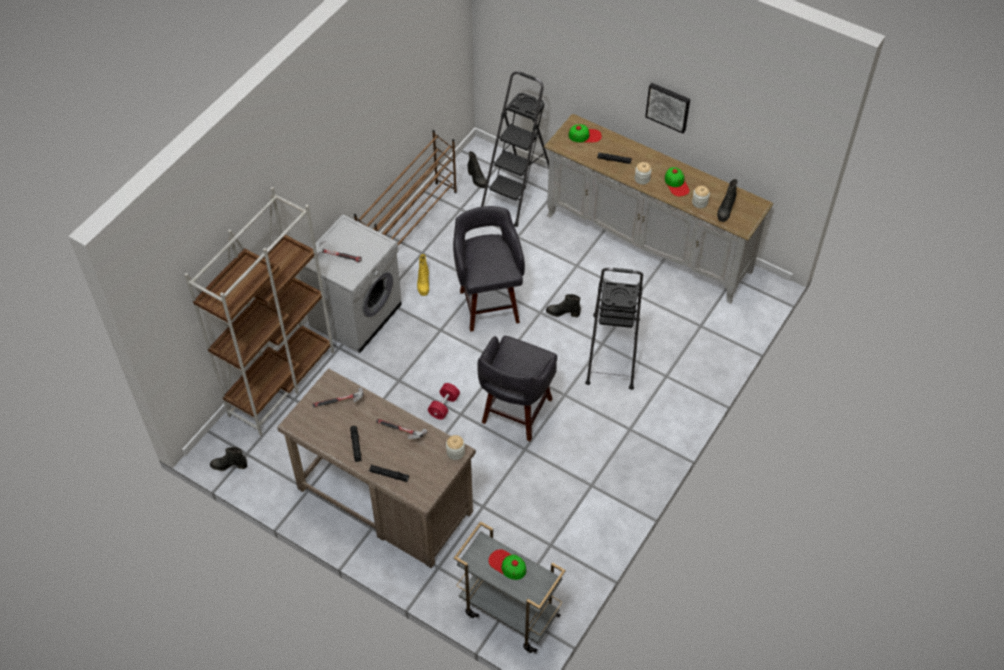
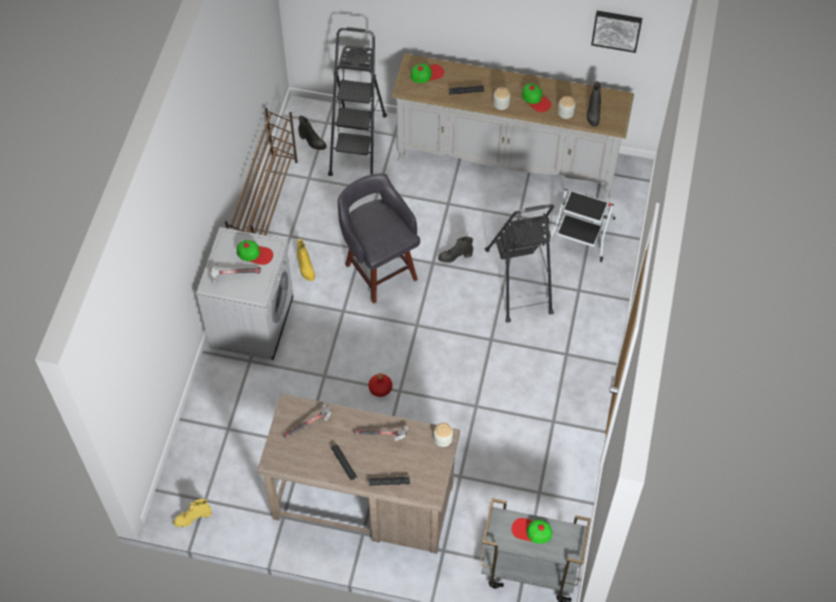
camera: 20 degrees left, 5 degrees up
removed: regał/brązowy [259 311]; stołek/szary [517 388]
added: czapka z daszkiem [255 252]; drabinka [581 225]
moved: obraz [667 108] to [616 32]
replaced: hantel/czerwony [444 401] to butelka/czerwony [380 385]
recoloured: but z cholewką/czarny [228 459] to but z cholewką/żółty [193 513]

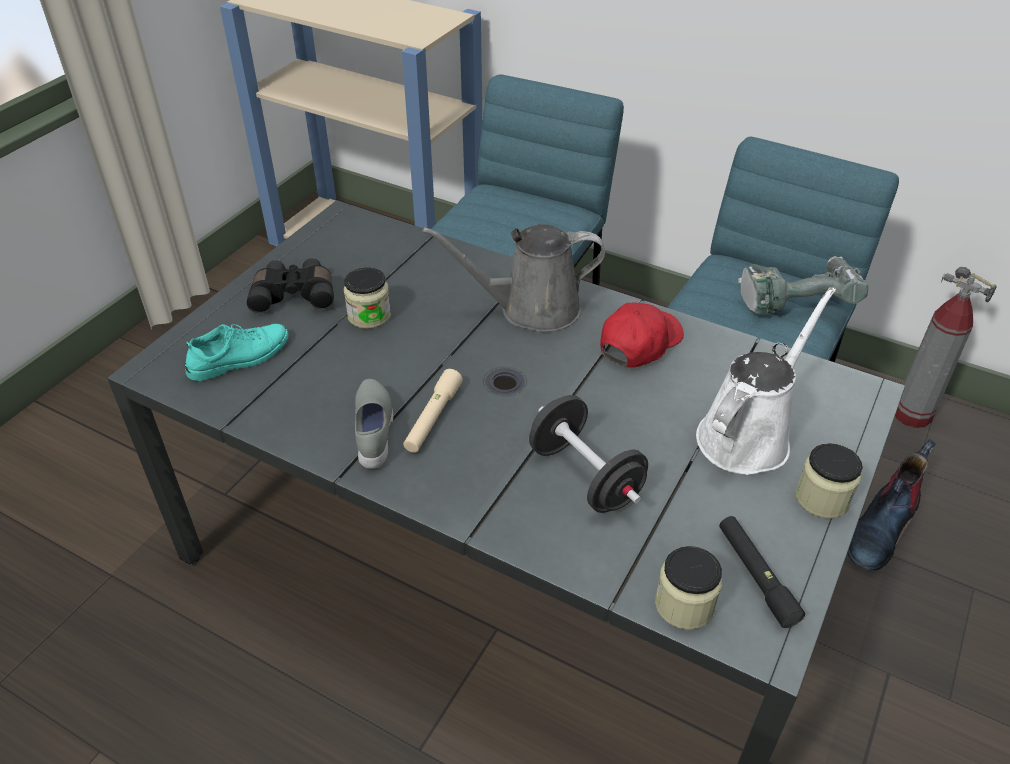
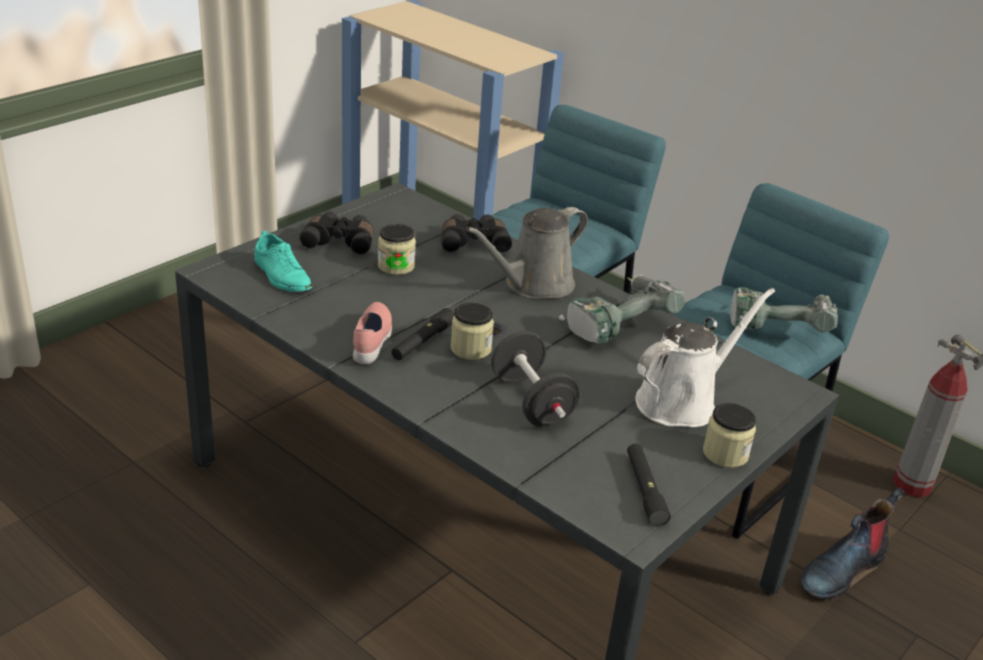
camera: 10 degrees right, 10 degrees down
added: lornetka/czarny [476 233]
moved: słoik [688 588] to [472 331]
replaced: czapka z daszkiem/czerwony [642 335] to wiertarka [621 309]
recoloured: but/szary [374 424] to but/różowy [372 333]; latarka/beżowy [433 411] to latarka/czarny [423 334]
turned: but/turkusowy [237 352] = [283 261] 75 degrees clockwise; konewka/szary [514 278] = [527 253] 45 degrees counterclockwise

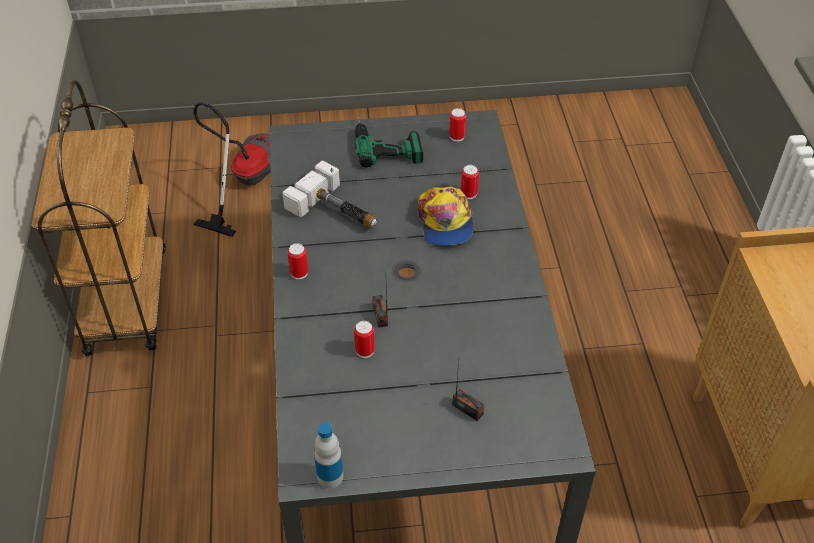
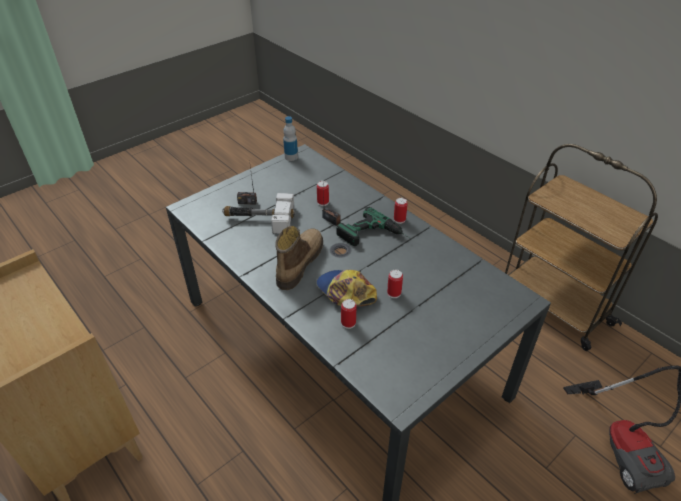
camera: 145 degrees right, 5 degrees down
added: but z cholewką [299 258]
moved: młotek [329 194] to [258 213]; wiertarka [388 142] to [373 226]; puszka [457 125] to [395 284]

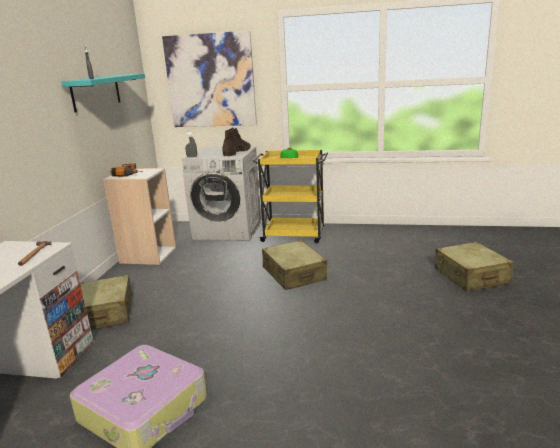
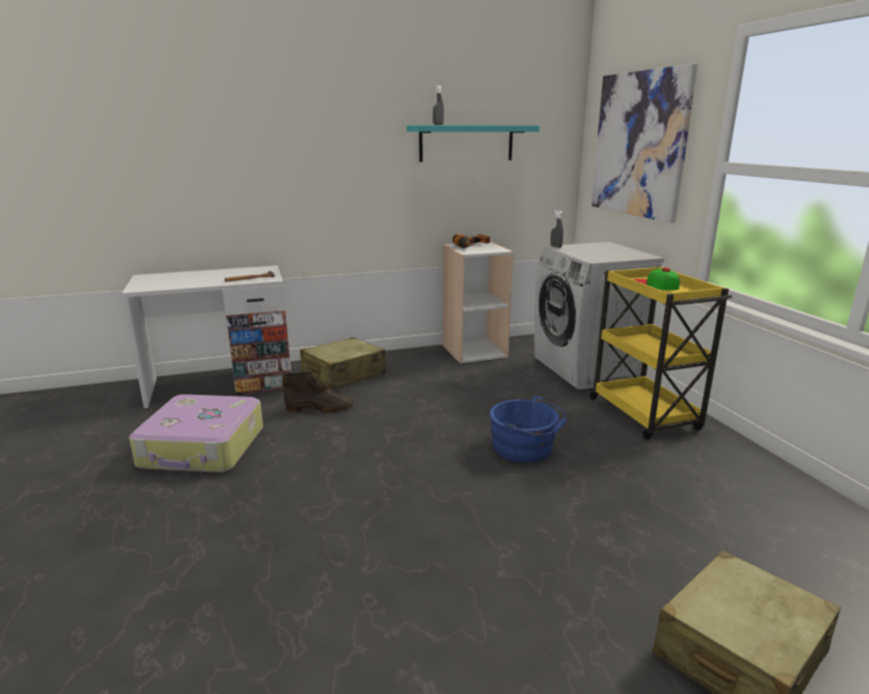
camera: 60 degrees right, 0 degrees up
moved: but z cholewką/brązowy [236 141] to [318 392]
replaced: walizka/beżowy [294 265] to wiadro/niebieski [528 429]

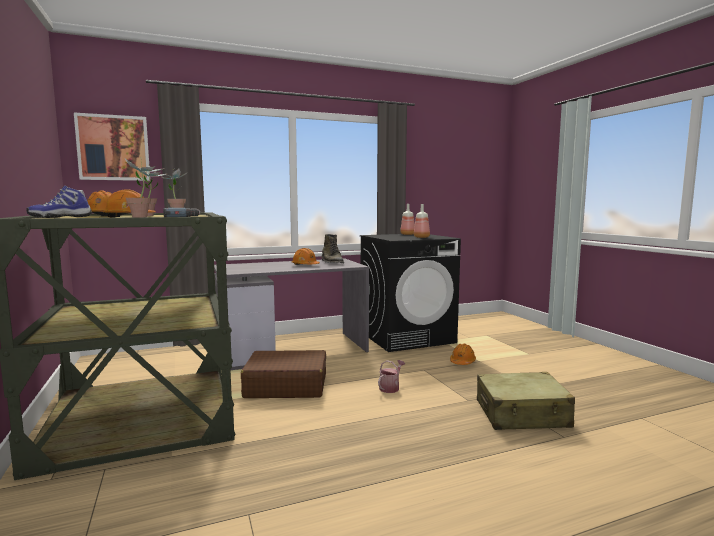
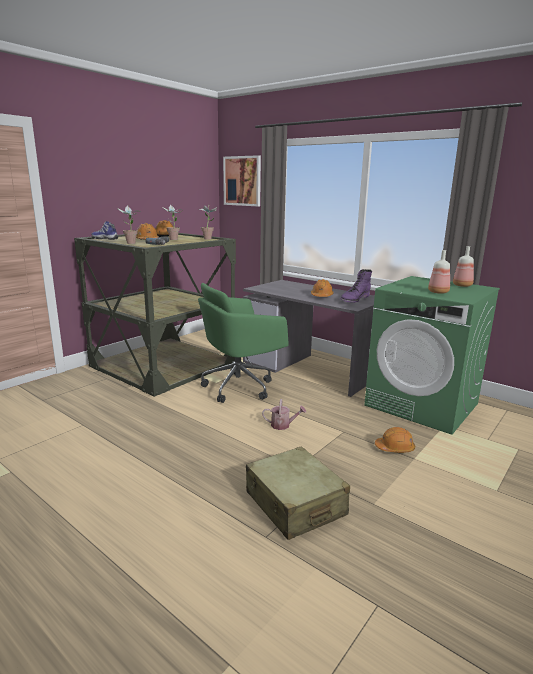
camera: 60 degrees right, 10 degrees up
replaced: walizka/brązowy [283 374] to krzesło biurowe/zielony [243 343]
recoloured: but z cholewką/zielony [332 249] to but z cholewką/fioletowy [356 286]; pralka/czarny [410 293] to pralka/zielony [432 355]

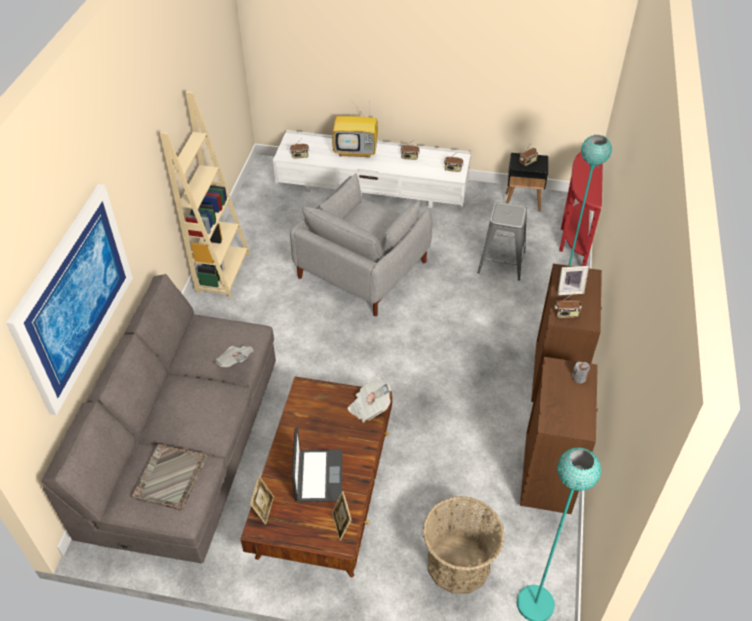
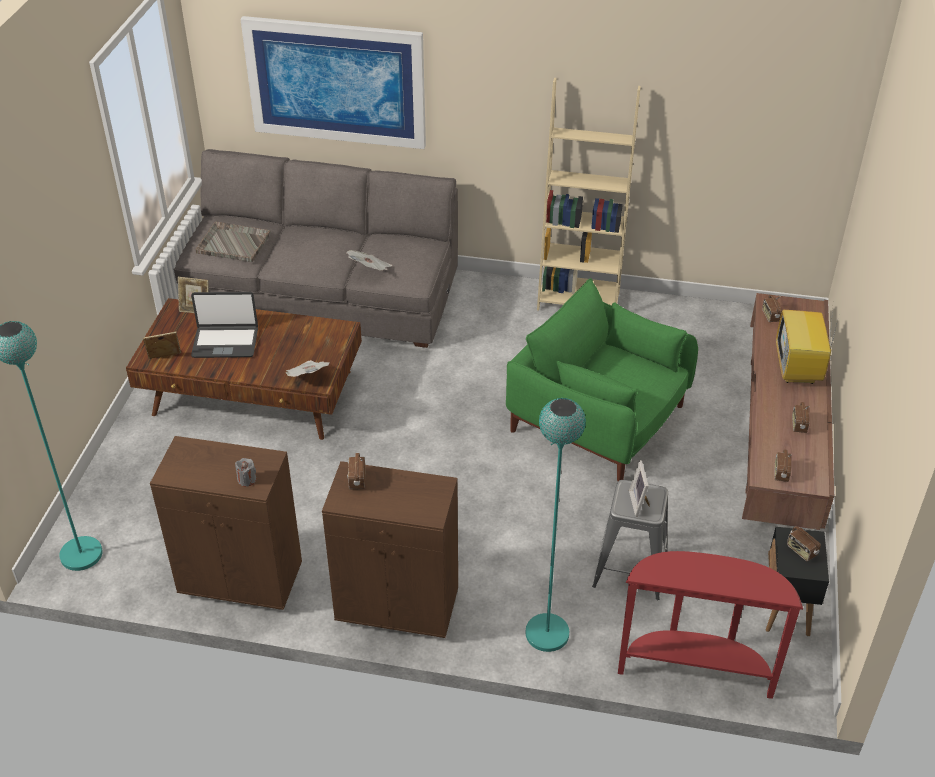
camera: 90 degrees right, 5 degrees down
removed: koszyk [464 545]
moved: ramka na zdjęcie [573 280] to [639 488]
recoloured: fotel/szary [361 244] to fotel/zielony [602 379]; szafka pod telewizor/biały [372 169] to szafka pod telewizor/brązowy [788 411]

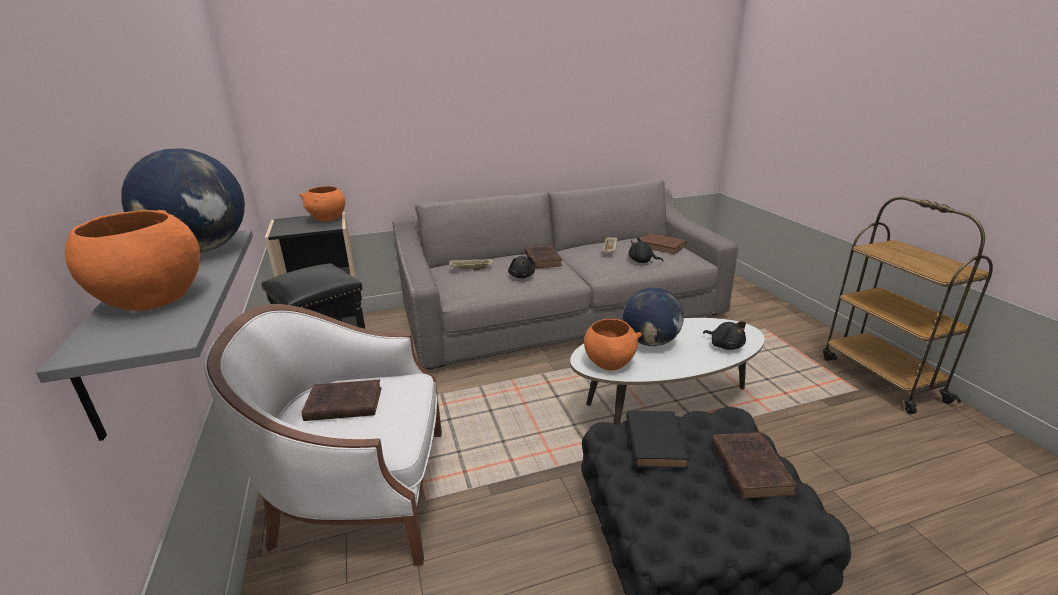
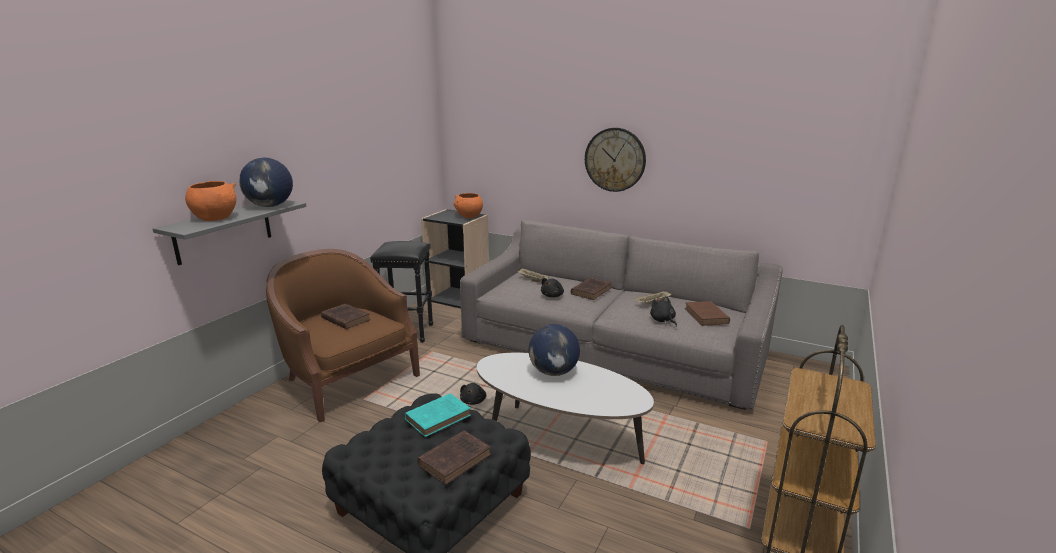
camera: 45 degrees right, 5 degrees down
removed: miska/pomarańczowy [613 345]
added: zegar ścienny [615 160]
moved: pluszak/czarny [724 336] to [473 394]
recoloured: fotel/biały [323 435] to fotel/brązowy [343 336]; książka/czarny [657 440] to książka/turkusowy [438 415]

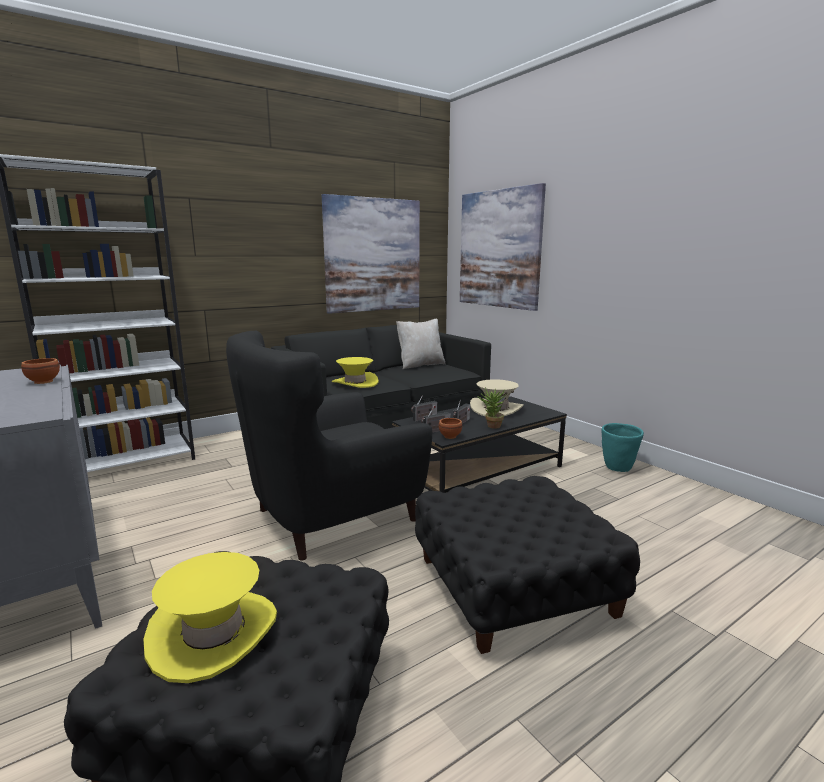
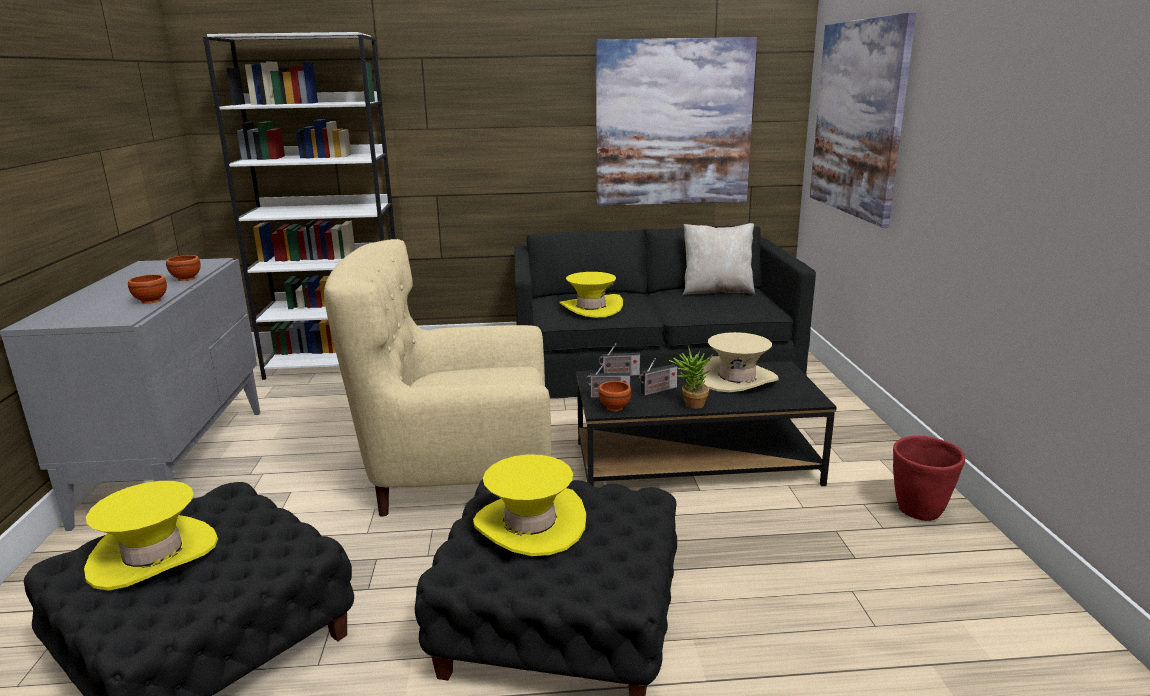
camera: 30 degrees right, 5 degrees up
added: miska/brązowy [147 289]; kapelusz/żółty [529 505]
recoloured: fotel/czarny [329 446] to fotel/beżowy [437 378]; donica/turkusowy [623 447] to donica/czerwony [929 478]

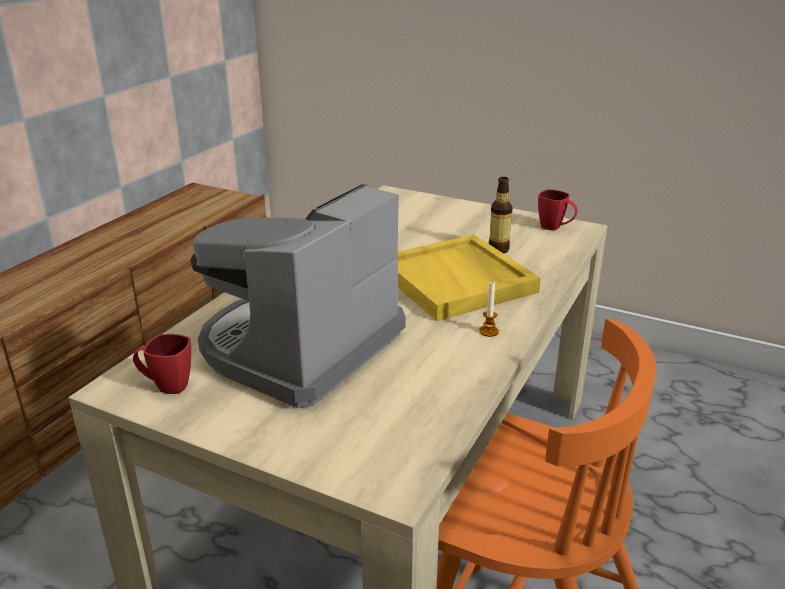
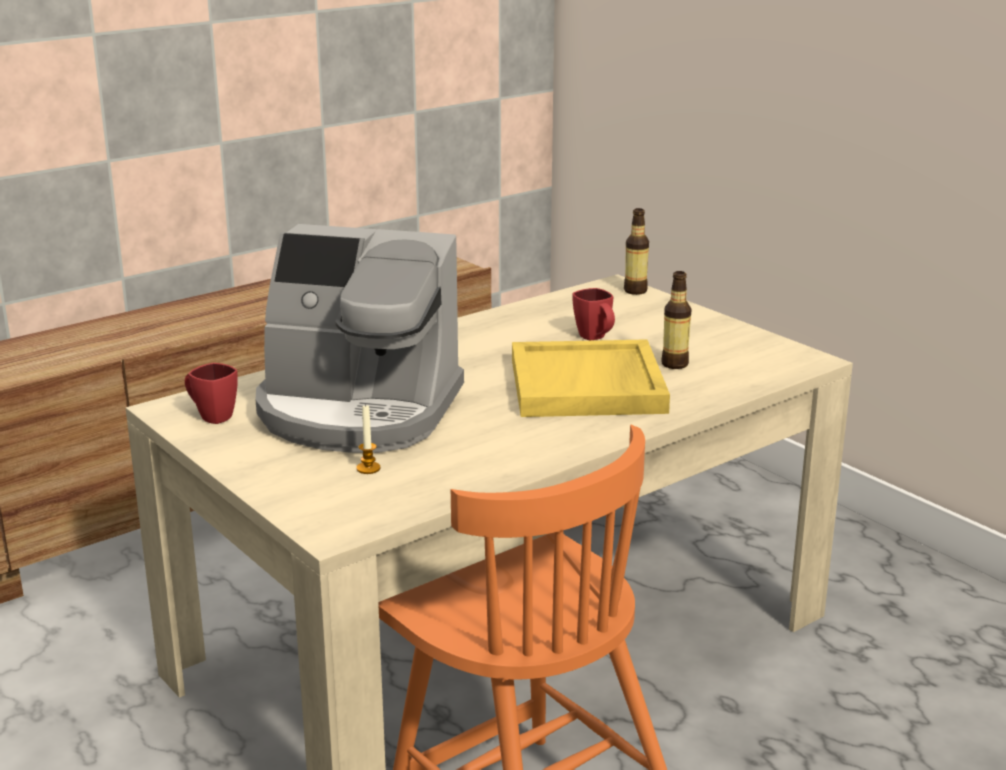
camera: 25 degrees right, 5 degrees down
added: butelka [636 251]
moved: świeca [489 309] to [368 439]; kubek/czerwony [558 209] to [593 314]
turned: ekspres do kawy [298 295] = [360 338] 135 degrees counterclockwise

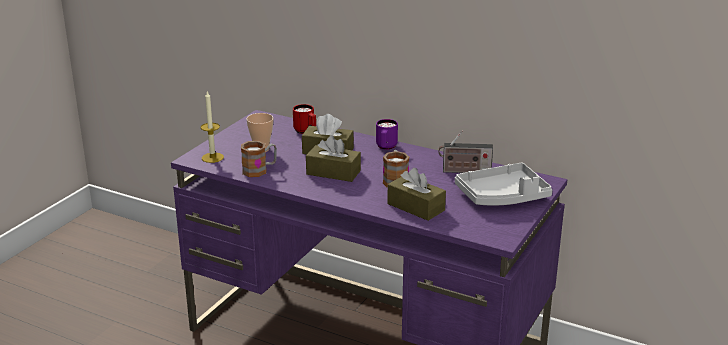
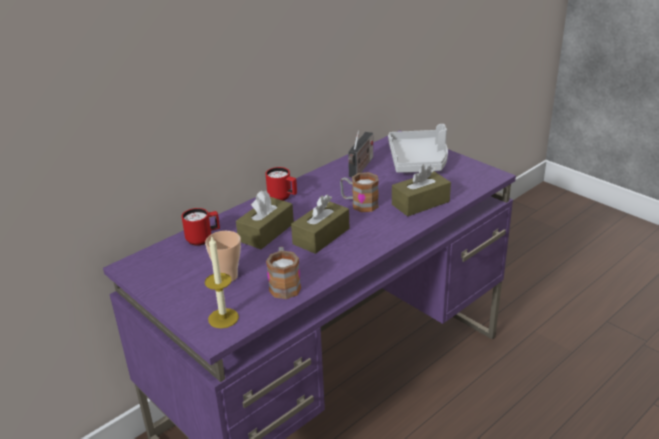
camera: 70 degrees left, 5 degrees up
recoloured: kubek/fioletowy [387 134] to kubek/czerwony [281 184]

